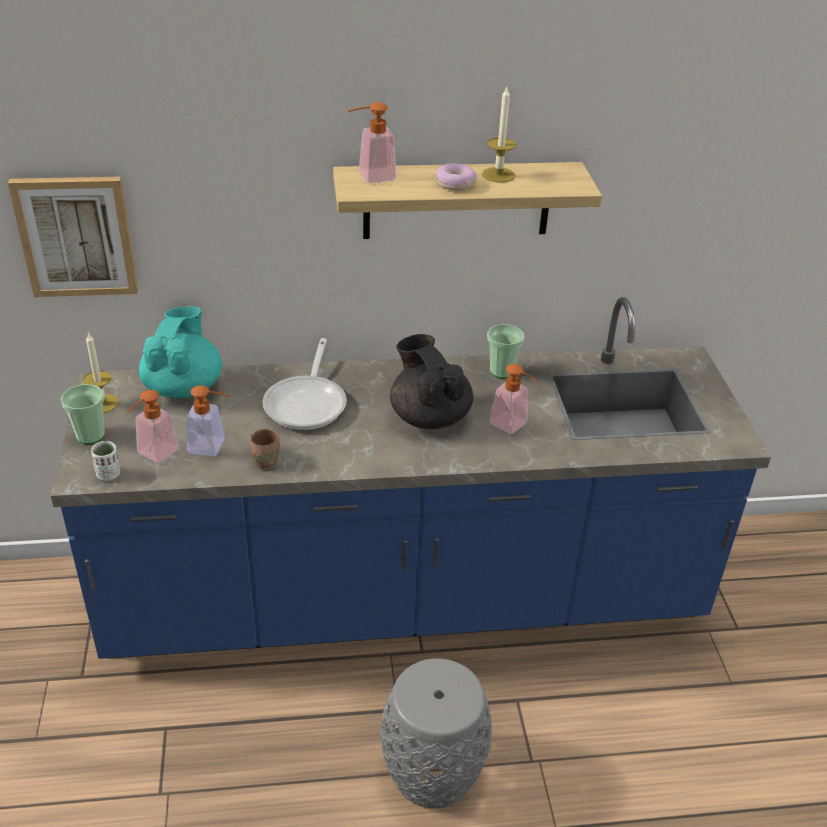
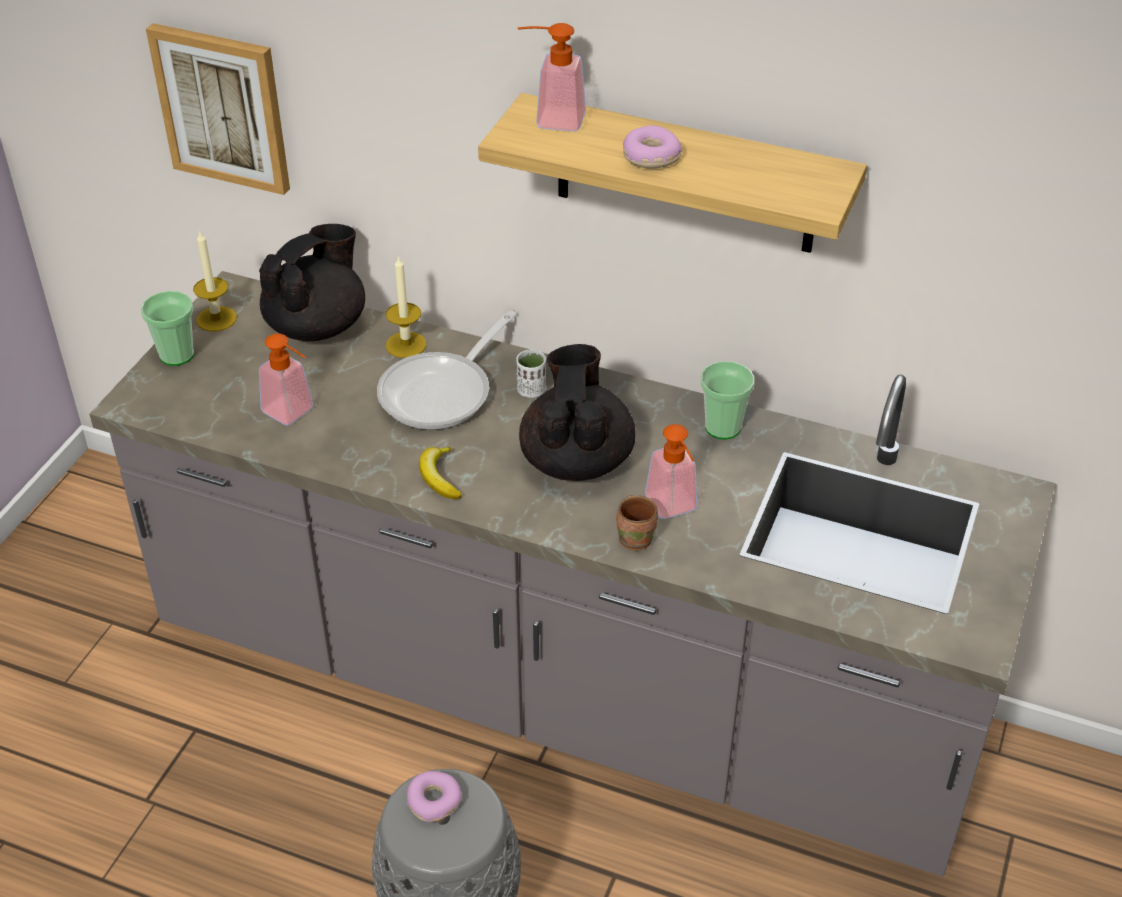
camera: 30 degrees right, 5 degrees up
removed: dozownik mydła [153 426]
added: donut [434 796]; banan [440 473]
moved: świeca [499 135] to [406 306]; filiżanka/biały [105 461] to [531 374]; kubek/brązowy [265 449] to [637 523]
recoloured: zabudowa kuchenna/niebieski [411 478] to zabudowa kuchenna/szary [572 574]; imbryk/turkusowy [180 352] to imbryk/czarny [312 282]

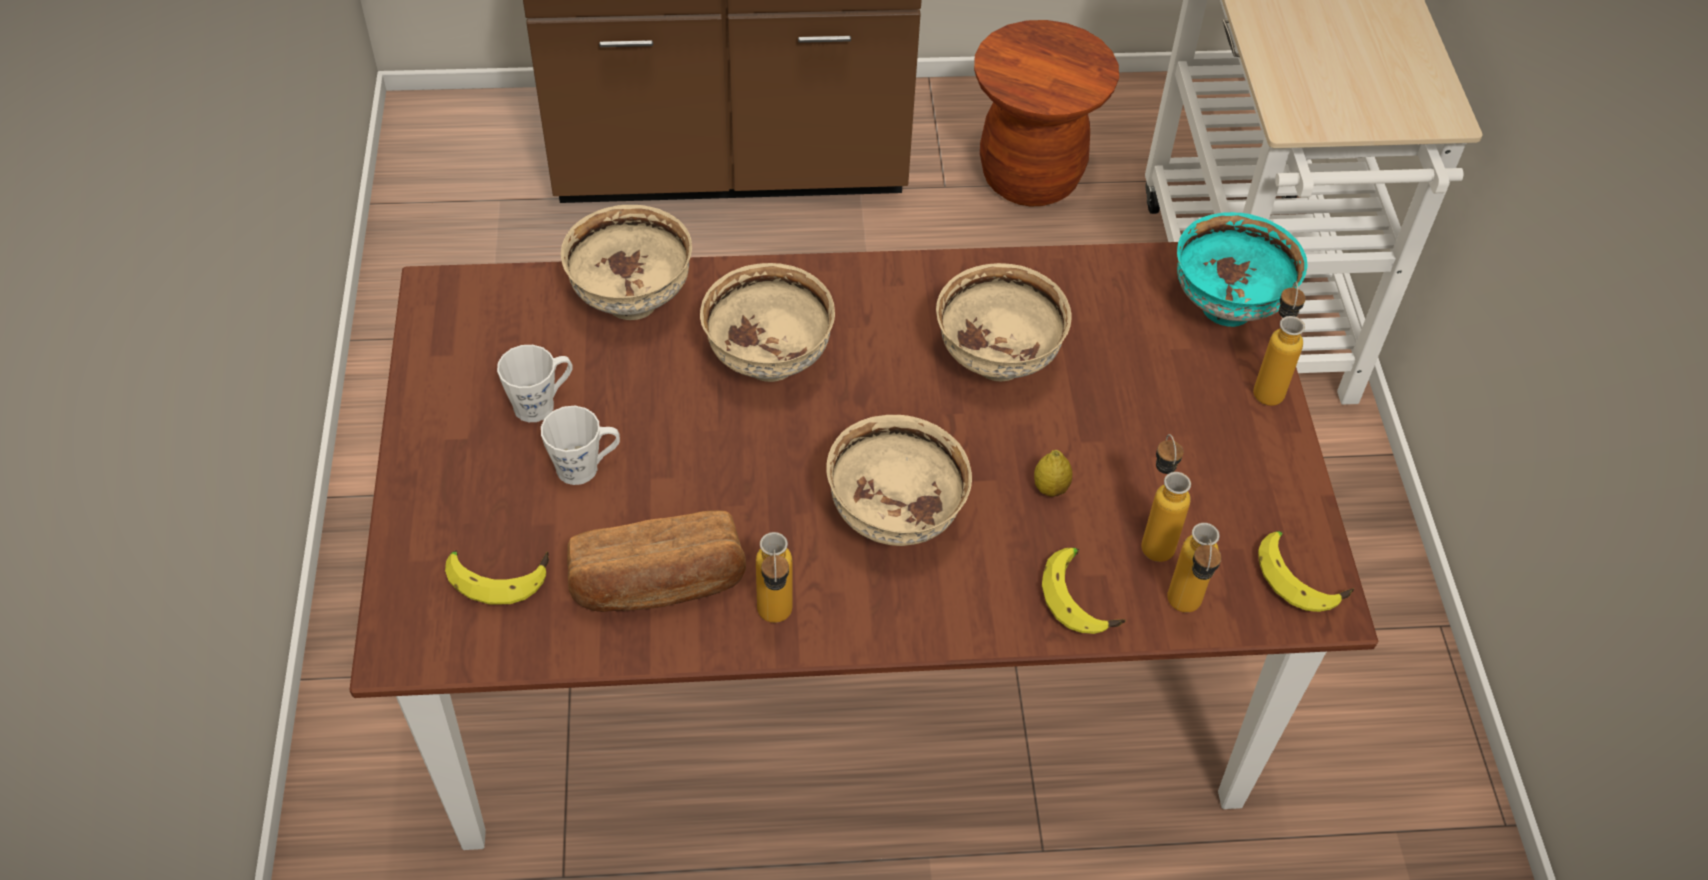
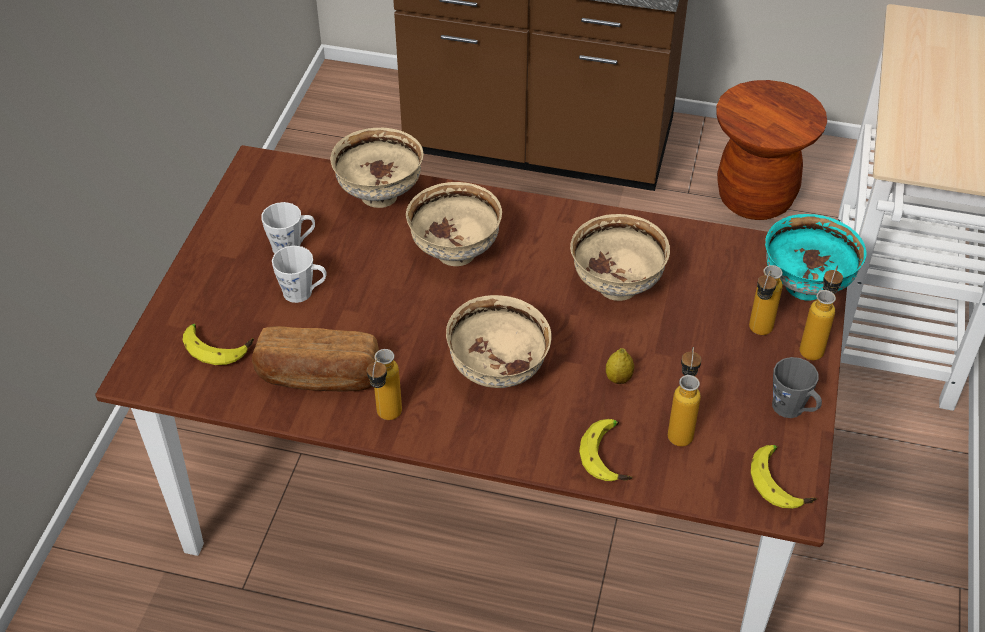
camera: 20 degrees right, 5 degrees down
added: kubek/szary [797 387]
moved: butelka [1194 568] to [766 300]

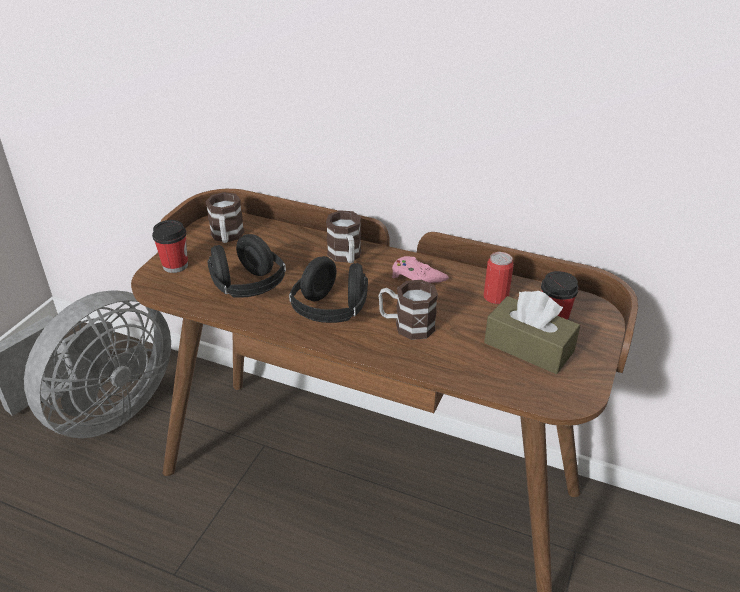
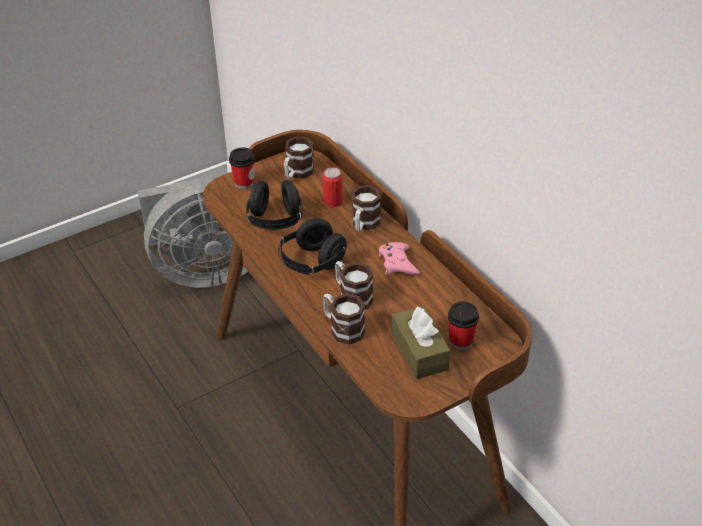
camera: 35 degrees right, 5 degrees up
added: kubek [344 319]
moved: puszka [499 278] to [332 187]

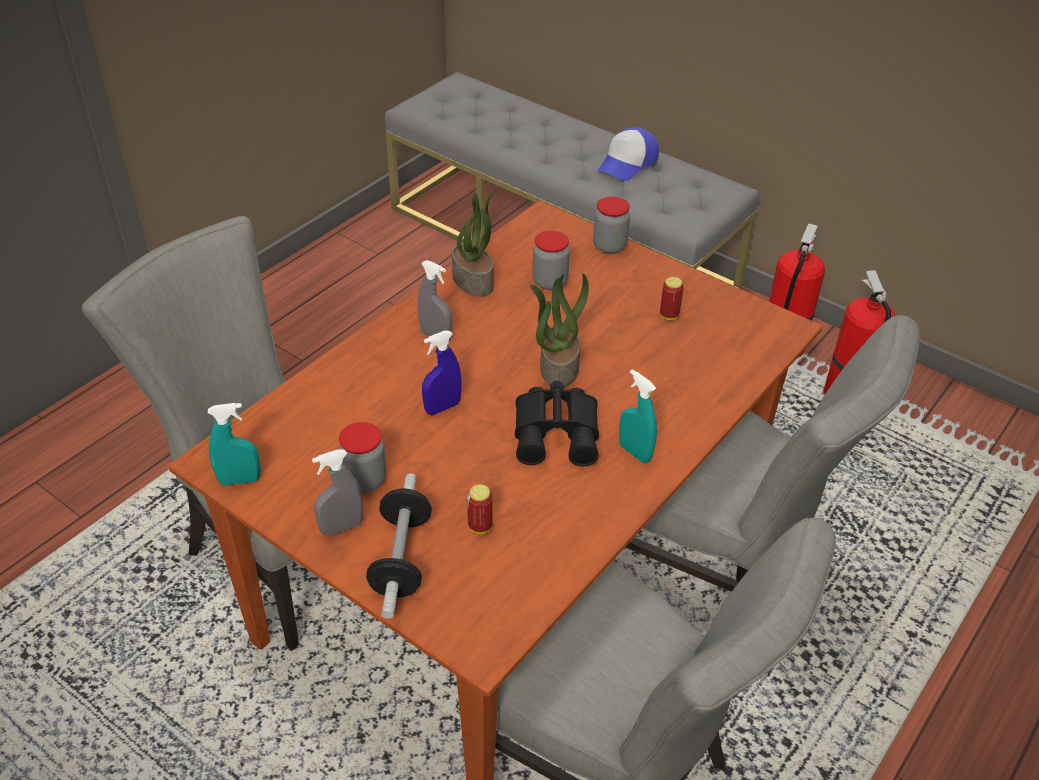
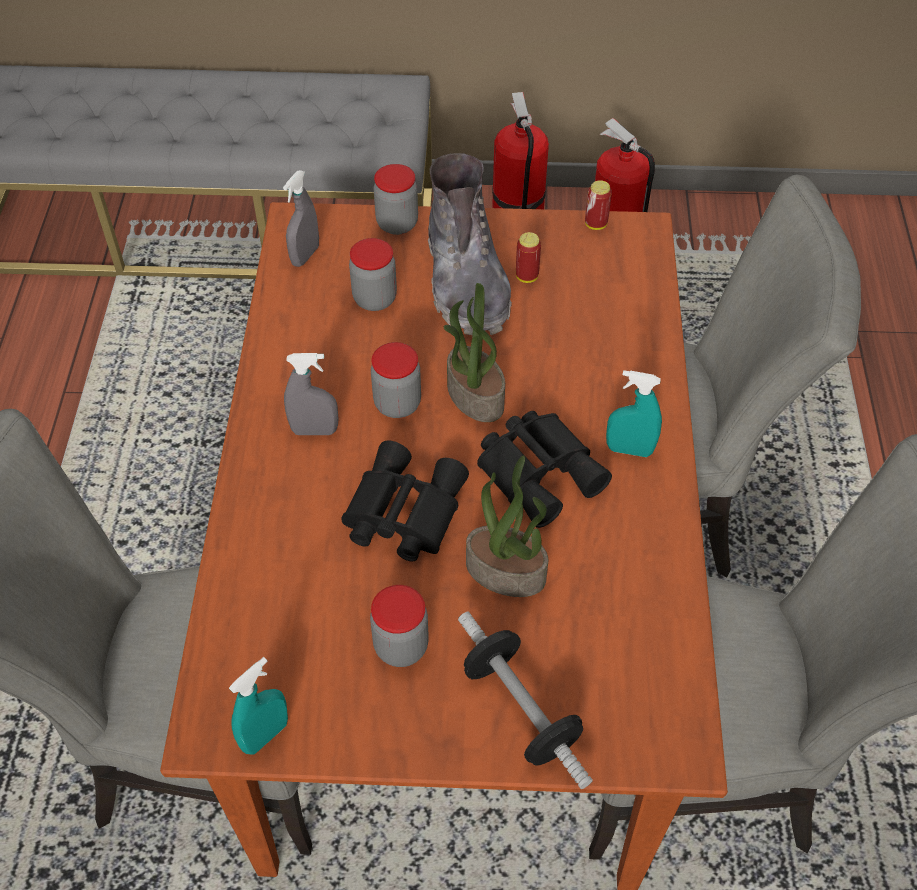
camera: 35 degrees left, 10 degrees up
removed: czapka z daszkiem [628 154]
added: słoik [396 380]; but z cholewką/szary [470 244]
moved: spryskiwacz/szary [337 492] to [301 218]; roślina doniczkowa [474 243] to [507 526]; puszka [480 509] to [598 205]
replaced: spryskiwacz/niebieski [441 372] to lornetka/czarny [405 501]

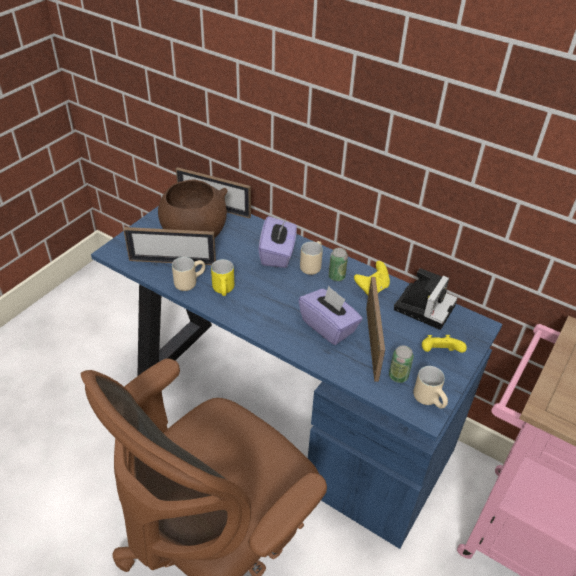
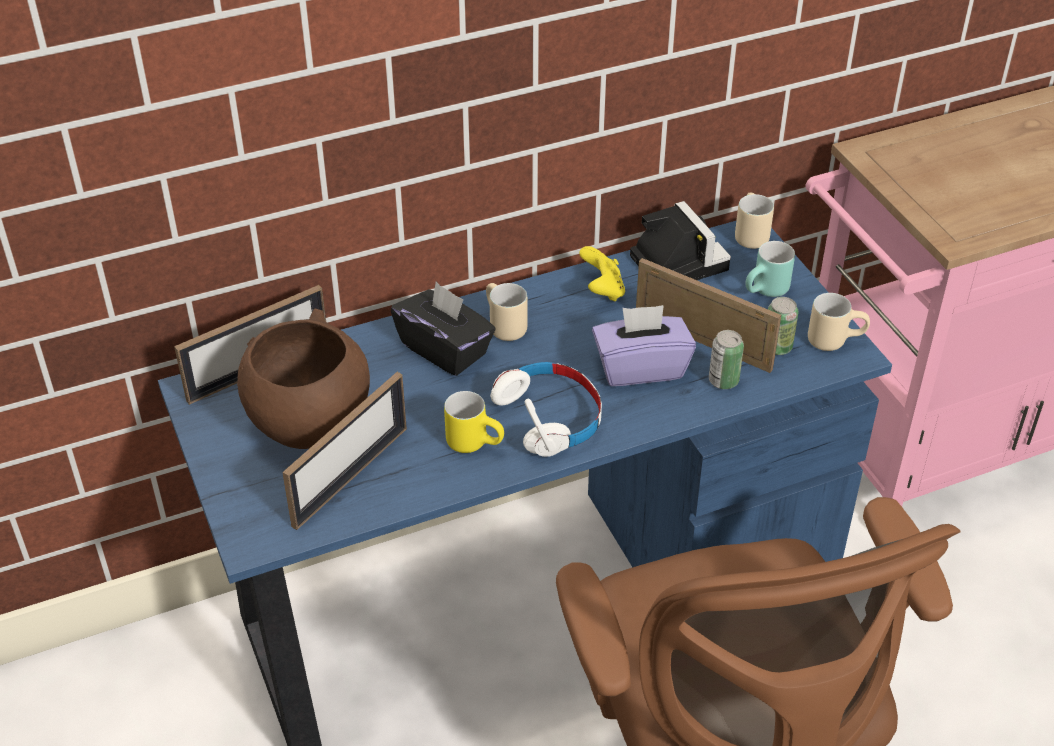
camera: 55 degrees left, 0 degrees up
added: słuchawki/biały [546 409]
moved: puszka [338 264] to [726 359]; kubek/beżowy [188 274] to [754 220]
replaced: pad do gier/żółty [444 344] to kubek/turkusowy [770 269]
recoloured: pudełko chusteczek/fioletowy [277 242] to pudełko chusteczek/czarny [443 329]

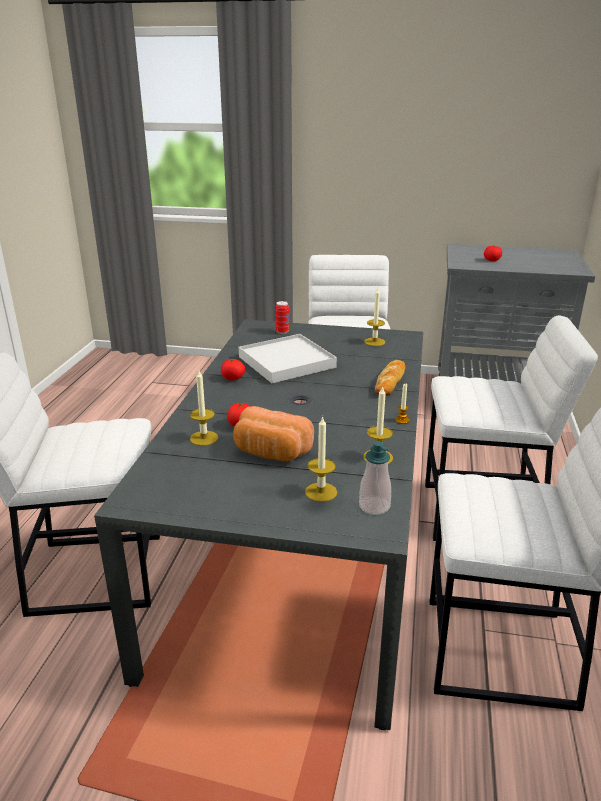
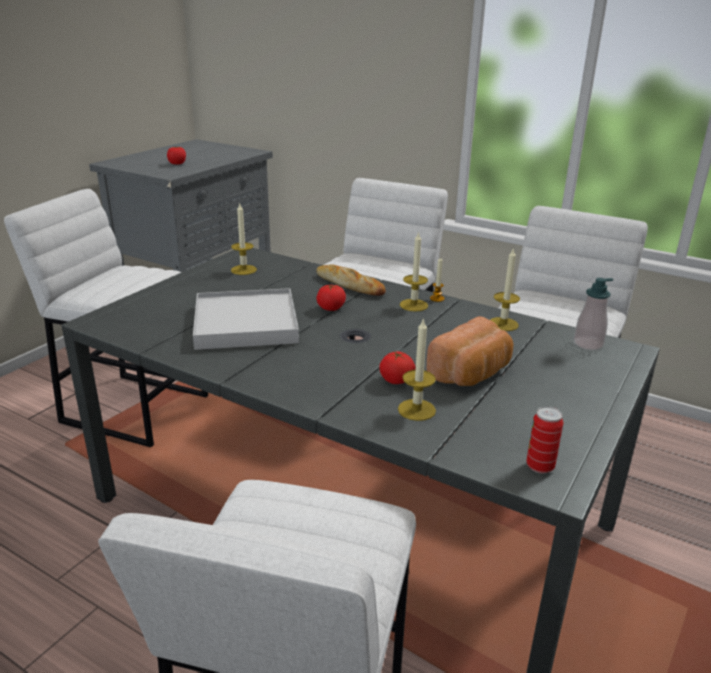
camera: 70 degrees left, 0 degrees up
moved: pomidor [233 370] to [331 297]; świeca [321 459] to [414 271]; puszka [282 317] to [544 440]

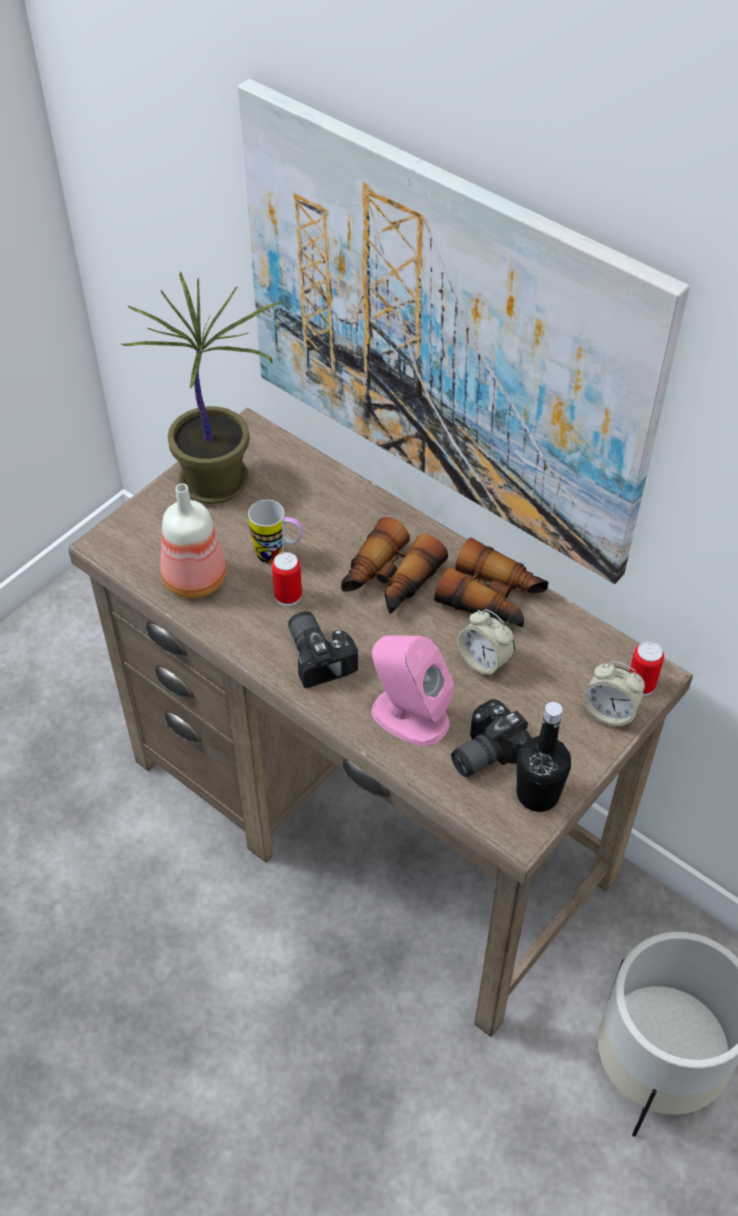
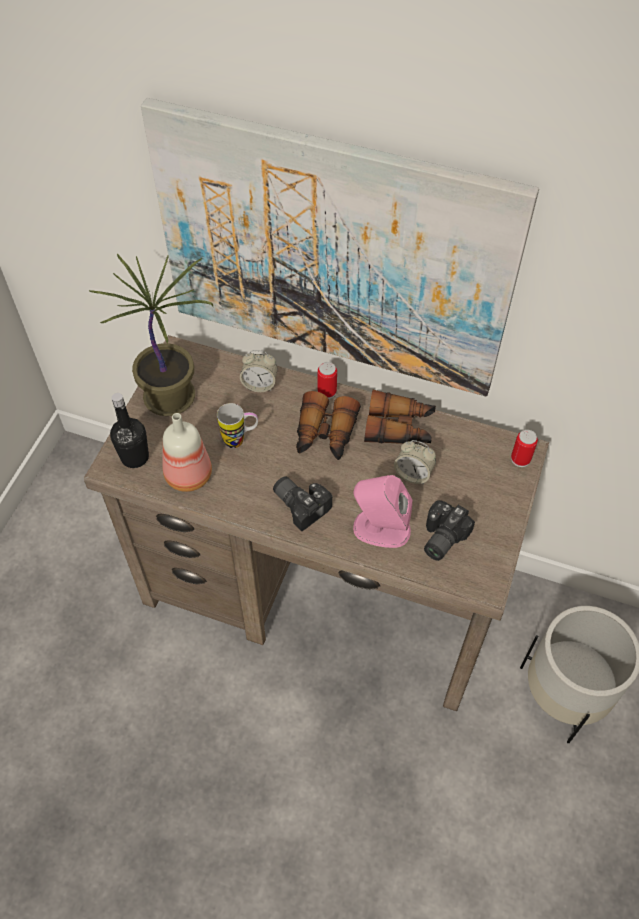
camera: 20 degrees left, 5 degrees up
moved: butelka/czarny [544 757] to [129 430]; budzik [614 694] to [258 371]; puszka [287 579] to [327 380]

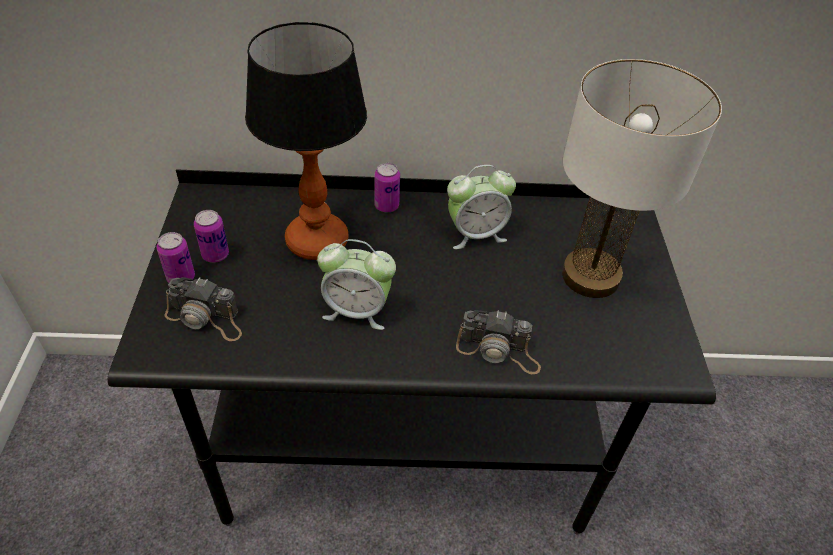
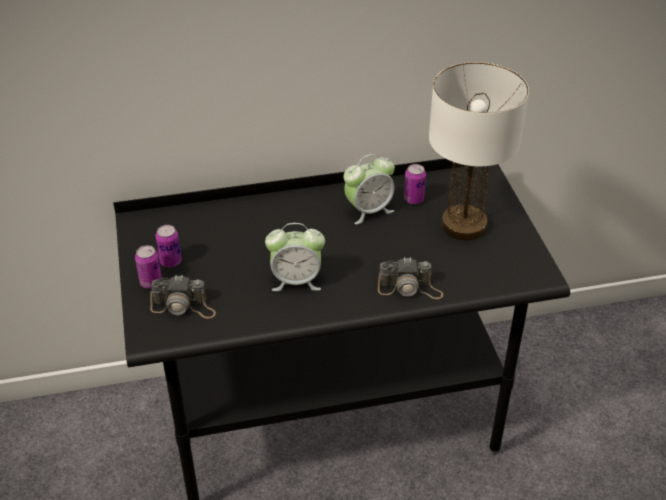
camera: 10 degrees left, 5 degrees down
removed: lampa stołowa [306 141]
moved: puszka [387 187] to [415 184]

